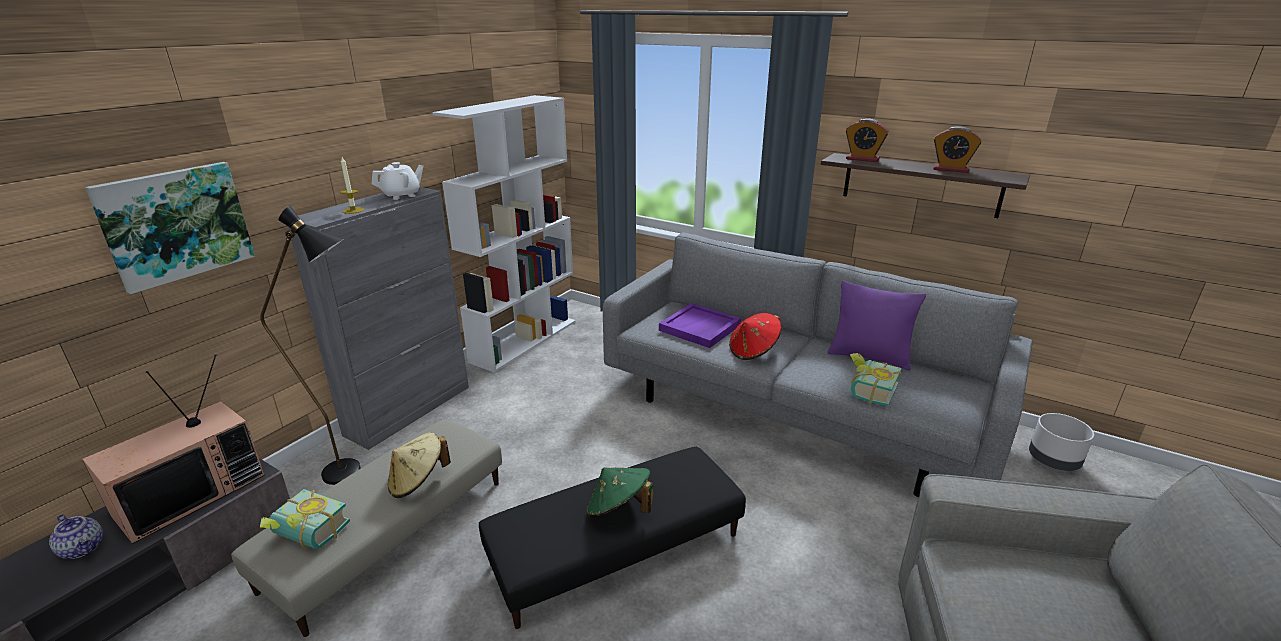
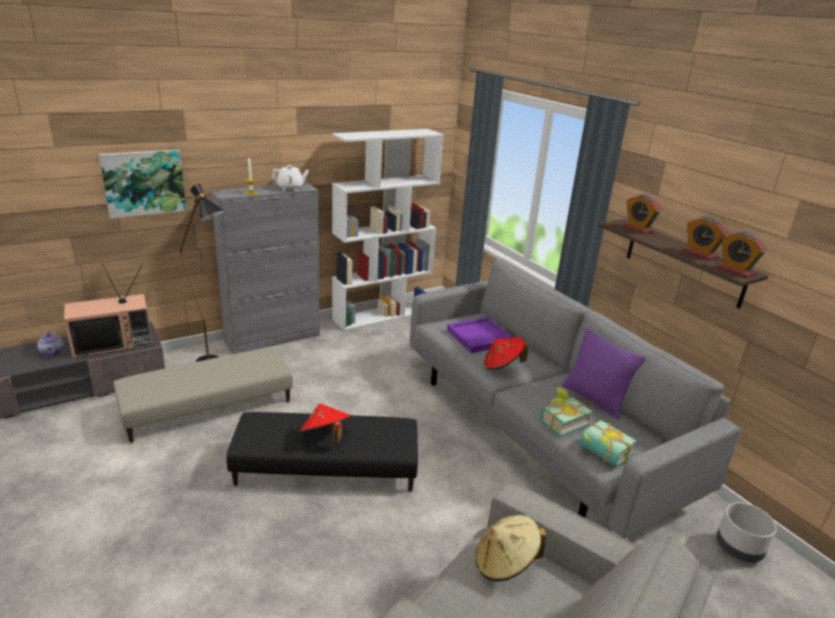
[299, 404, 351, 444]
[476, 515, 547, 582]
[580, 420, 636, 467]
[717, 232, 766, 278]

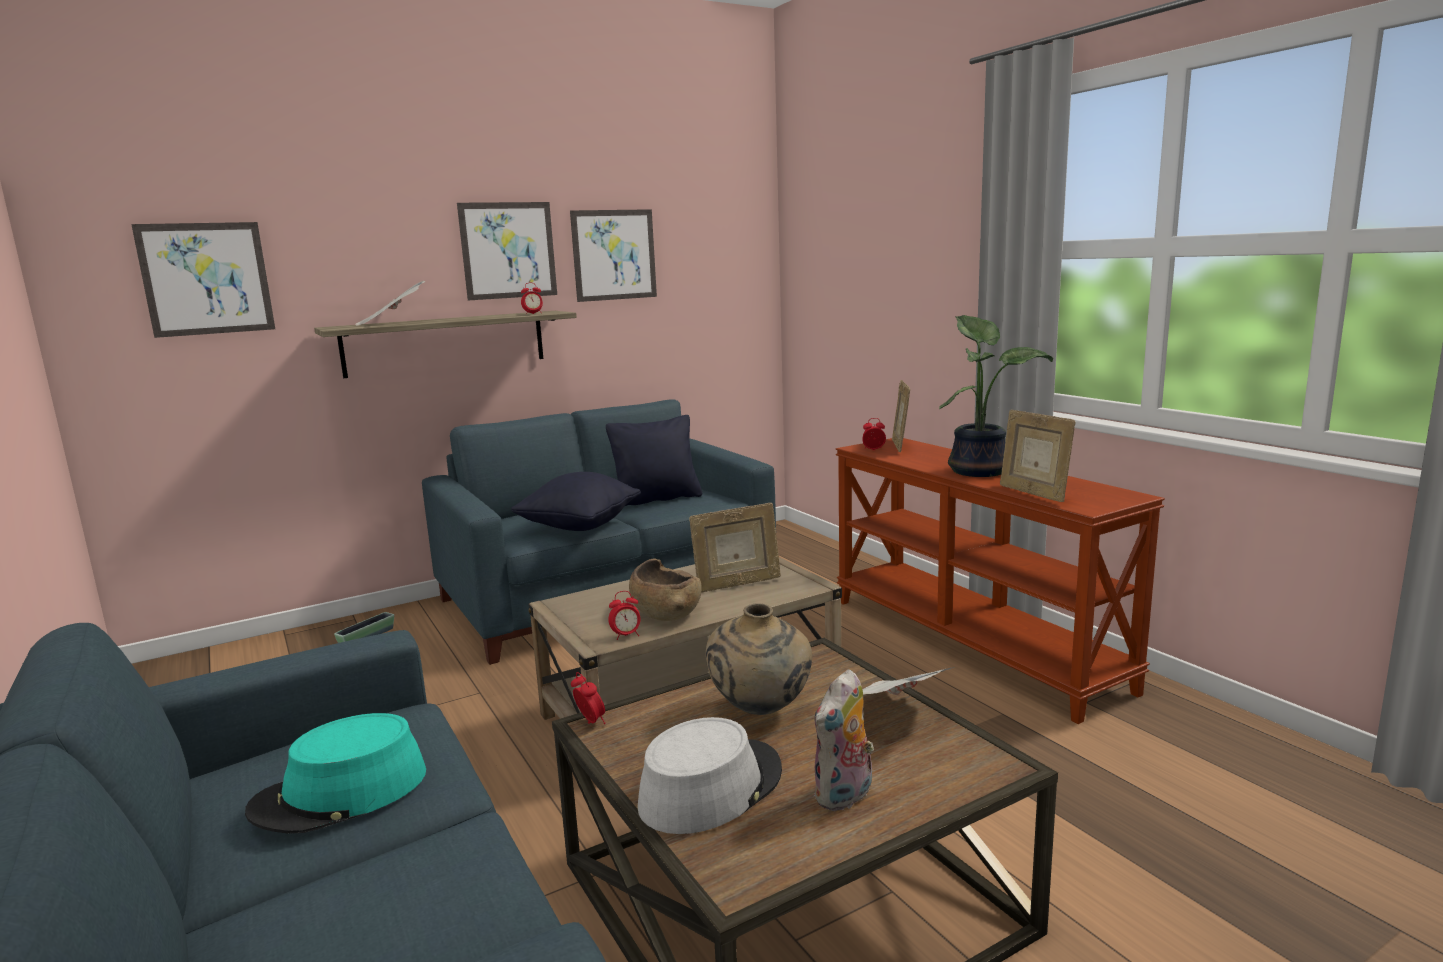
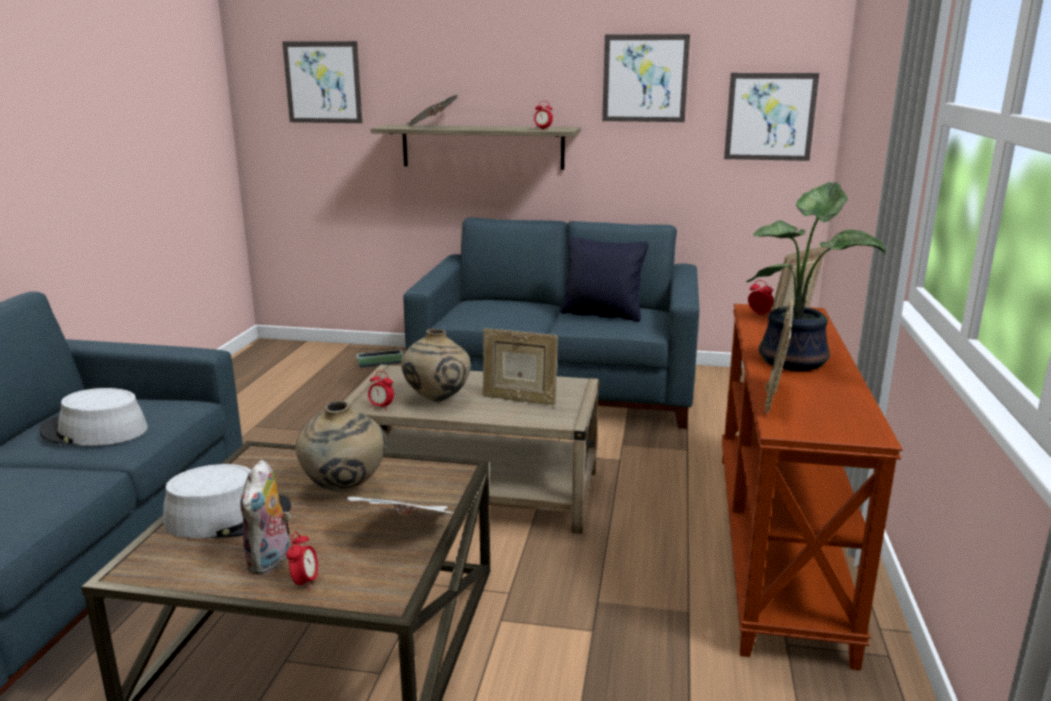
[39, 388, 148, 446]
[240, 460, 291, 574]
[286, 532, 318, 590]
[401, 329, 471, 402]
[724, 73, 819, 161]
[511, 472, 641, 531] (first image)

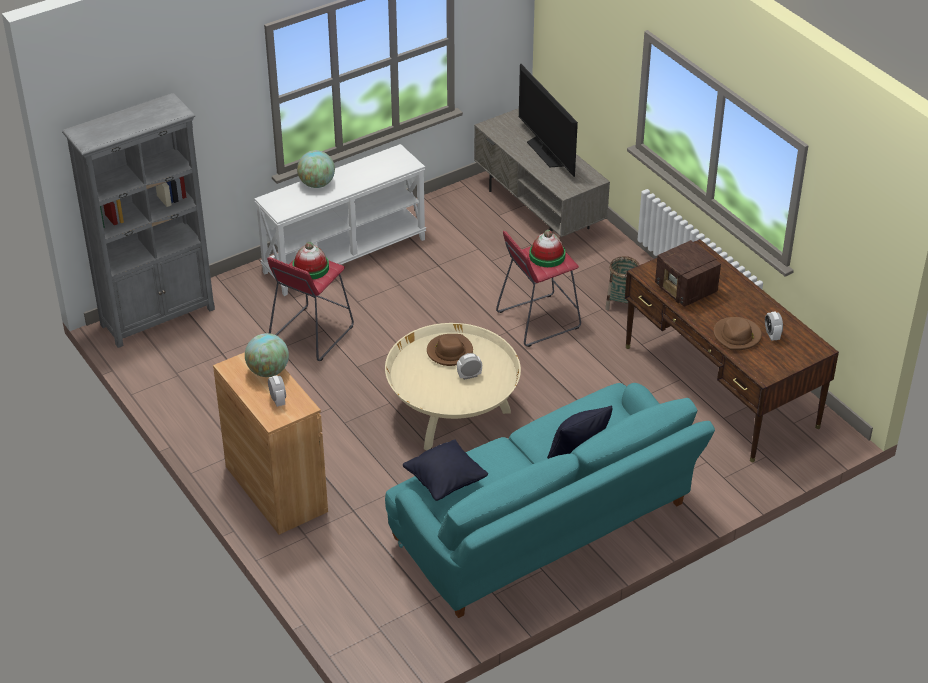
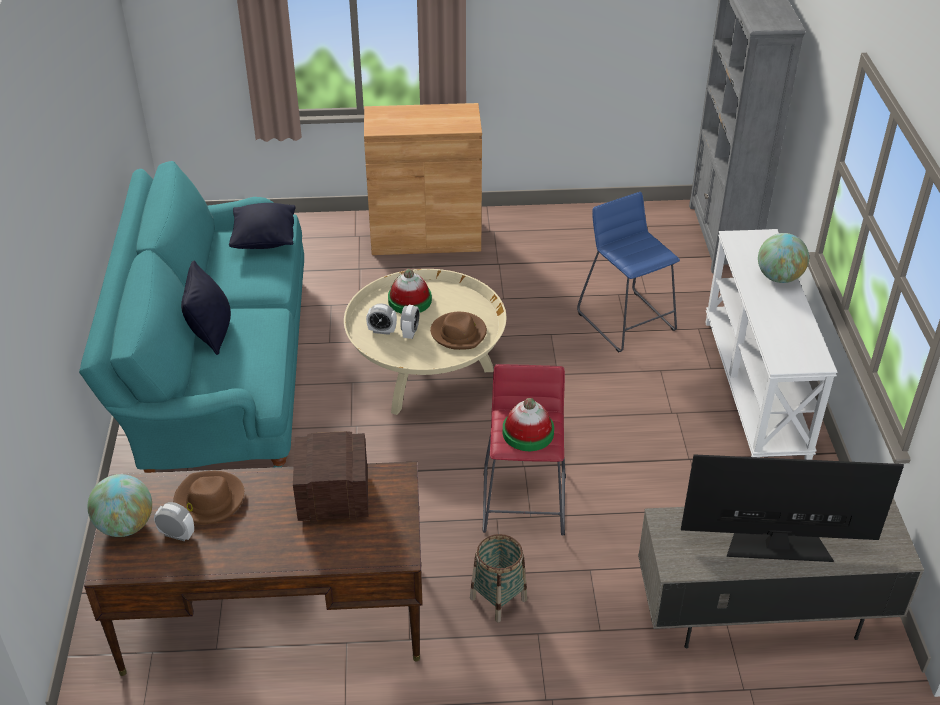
[88, 474, 152, 537]
[366, 303, 397, 335]
[388, 269, 432, 314]
[577, 192, 680, 352]

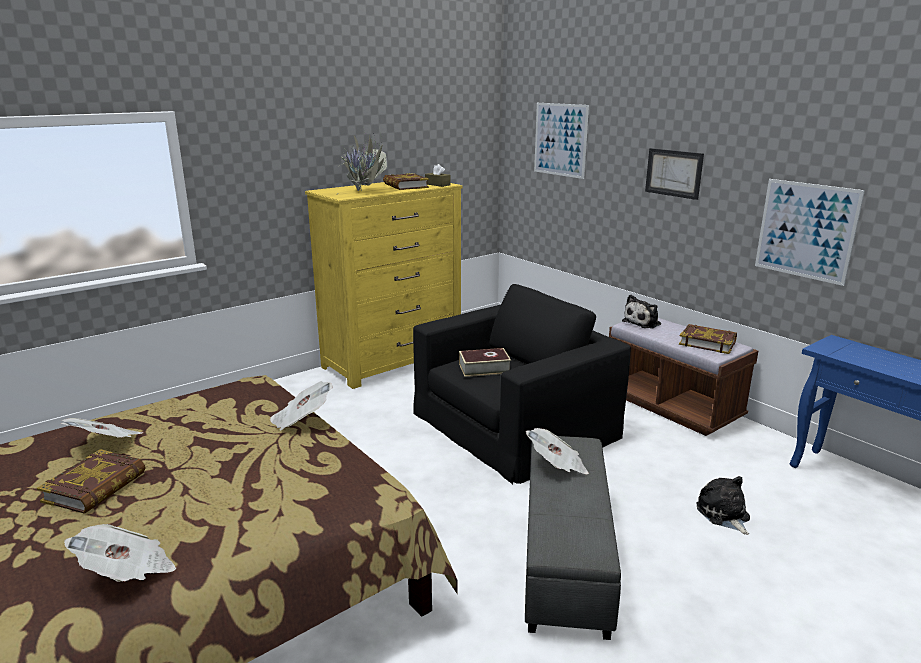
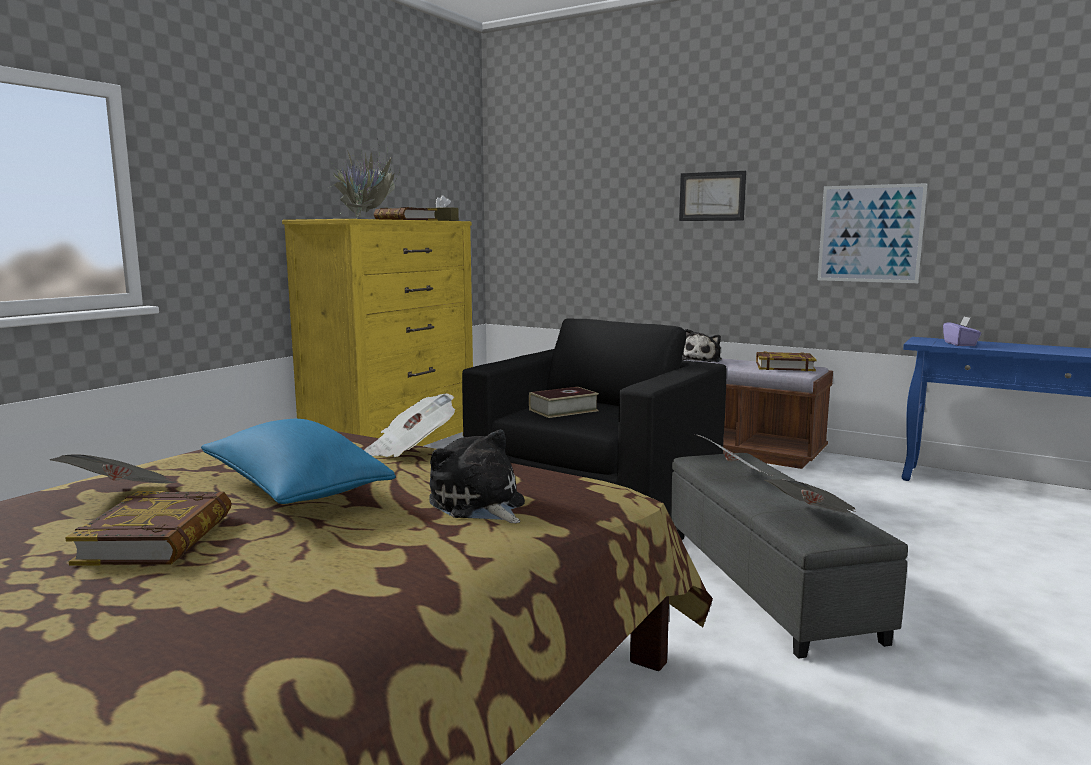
[201, 419, 396, 504]
[429, 429, 525, 523]
[765, 480, 855, 512]
[943, 316, 981, 346]
[534, 103, 589, 179] (first image)

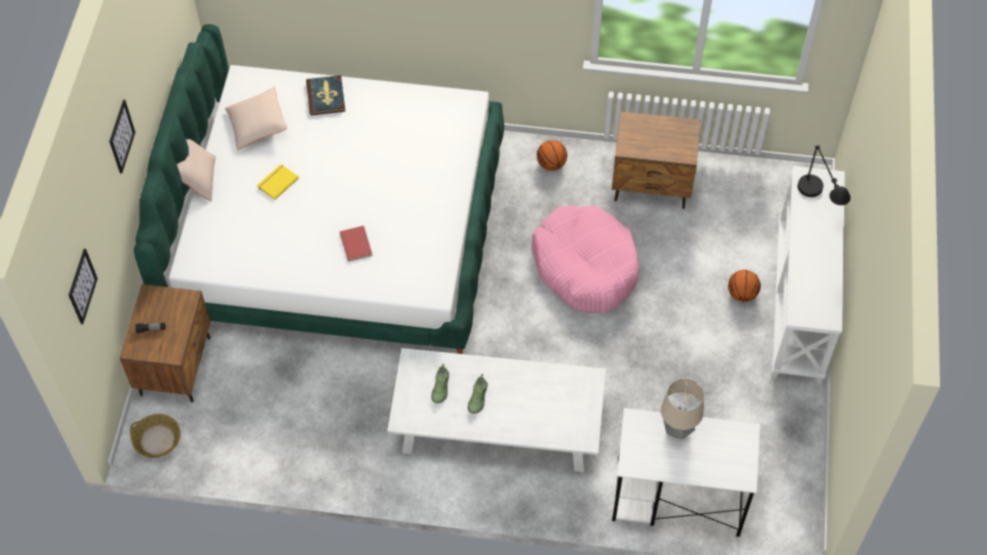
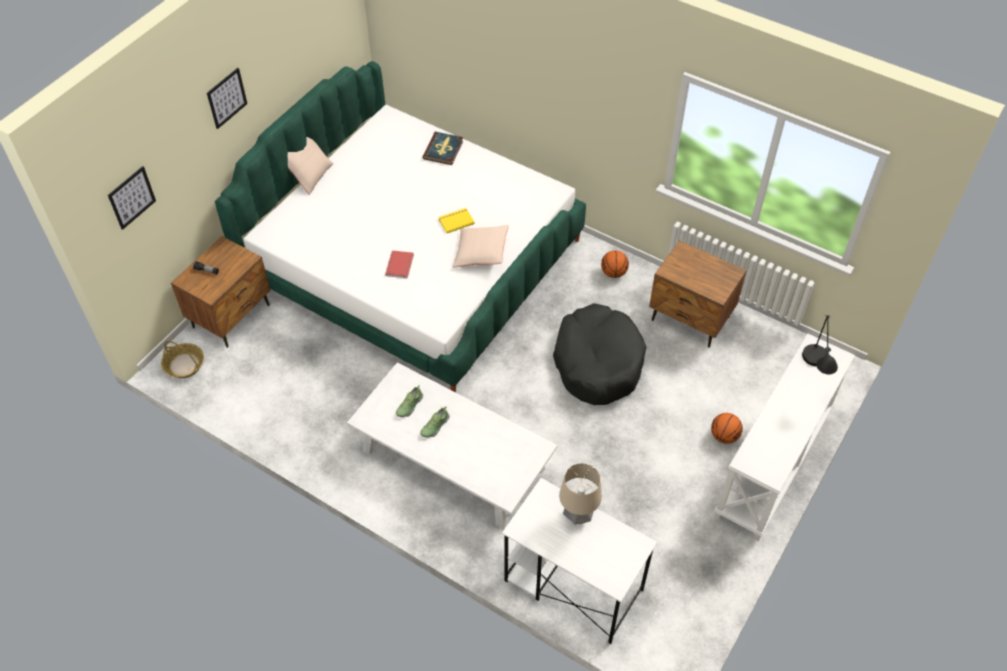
[438, 208, 475, 233]
[453, 225, 509, 267]
[553, 303, 646, 405]

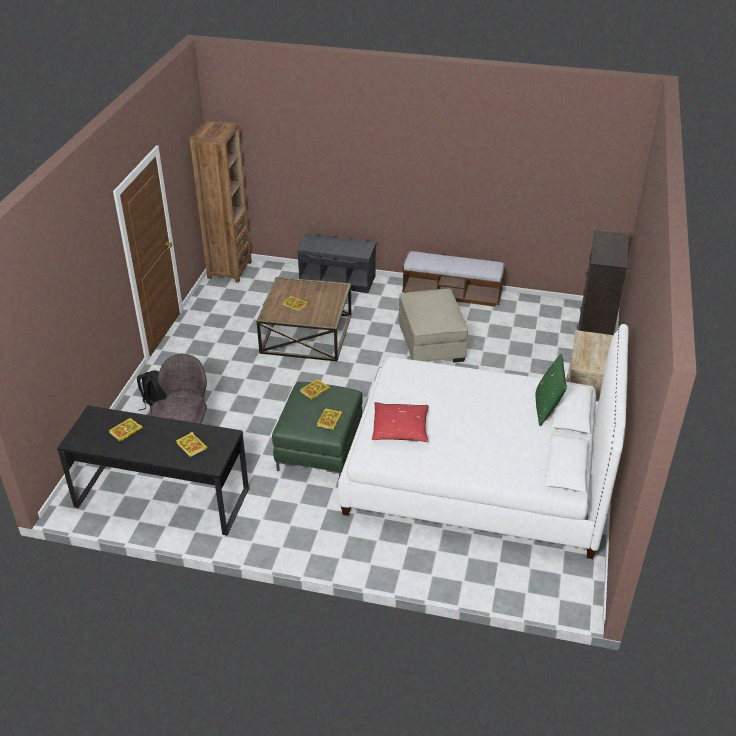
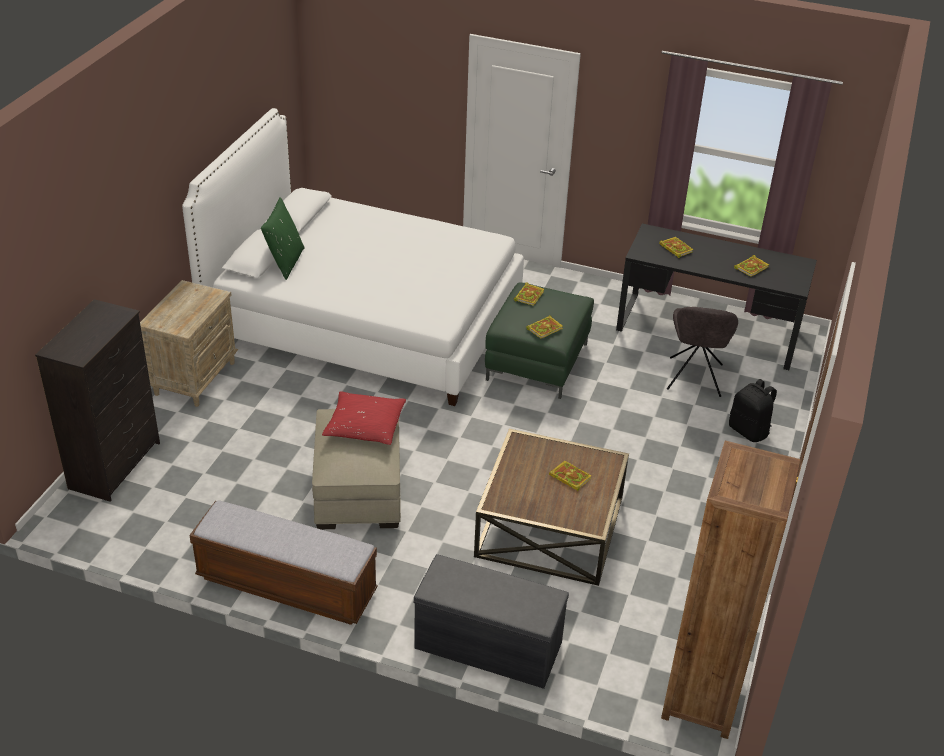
[322, 391, 406, 445]

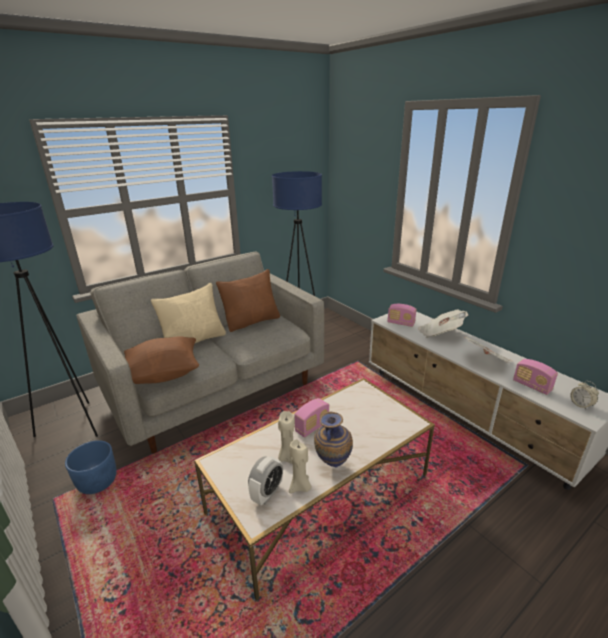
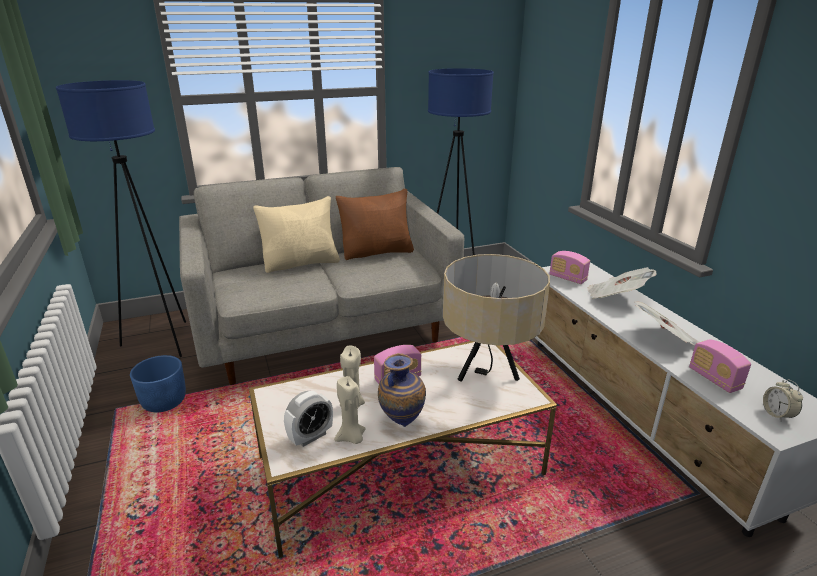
[443, 254, 550, 382]
[124, 337, 199, 384] (first image)

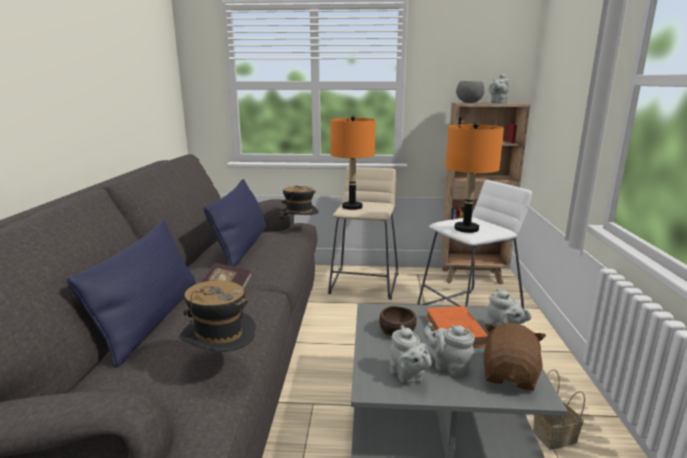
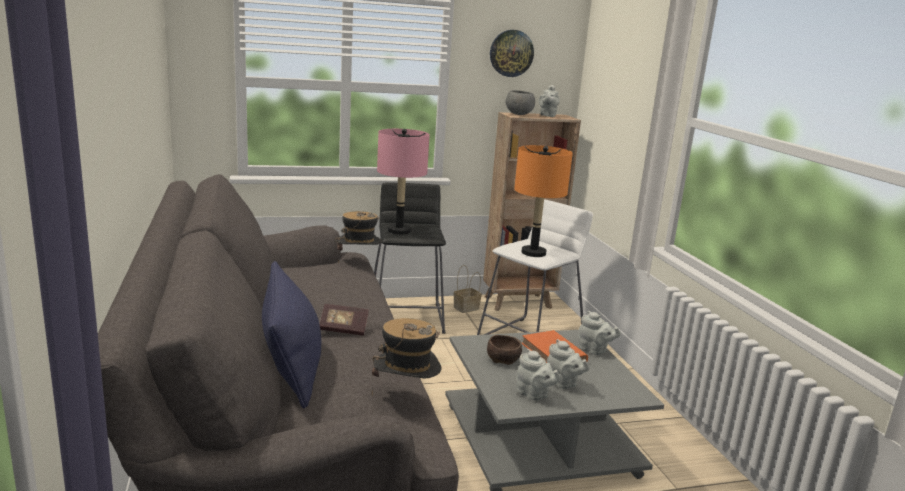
[374, 183, 446, 334]
[377, 129, 430, 234]
[454, 265, 482, 313]
[490, 30, 534, 77]
[547, 339, 590, 389]
[203, 179, 266, 267] (first image)
[484, 323, 546, 390] (first image)

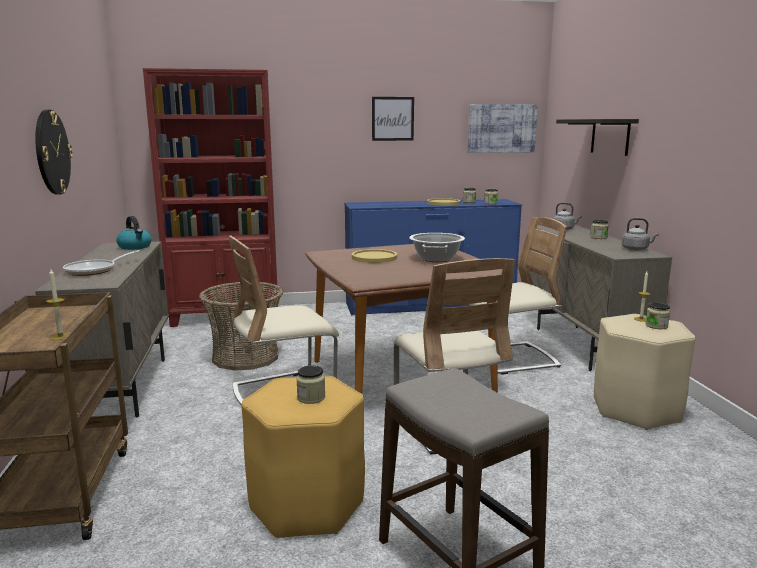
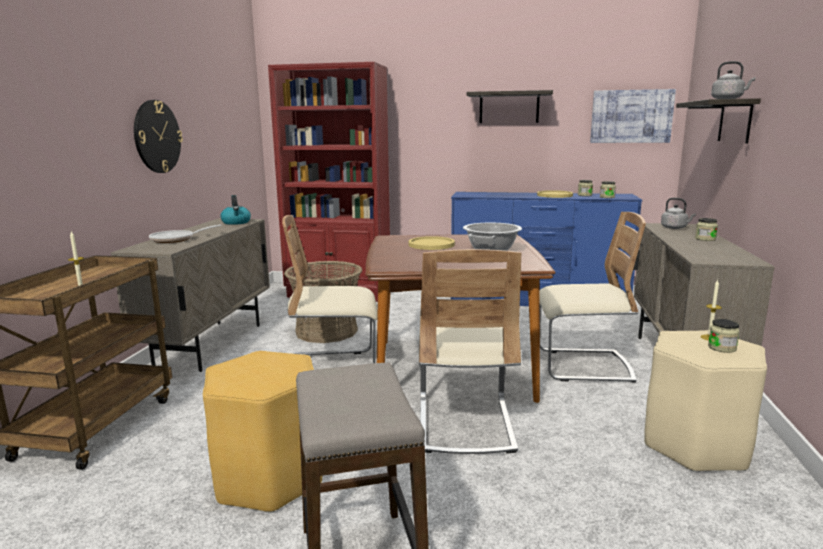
[467, 90, 553, 123]
[711, 61, 756, 99]
[296, 365, 325, 404] (first image)

